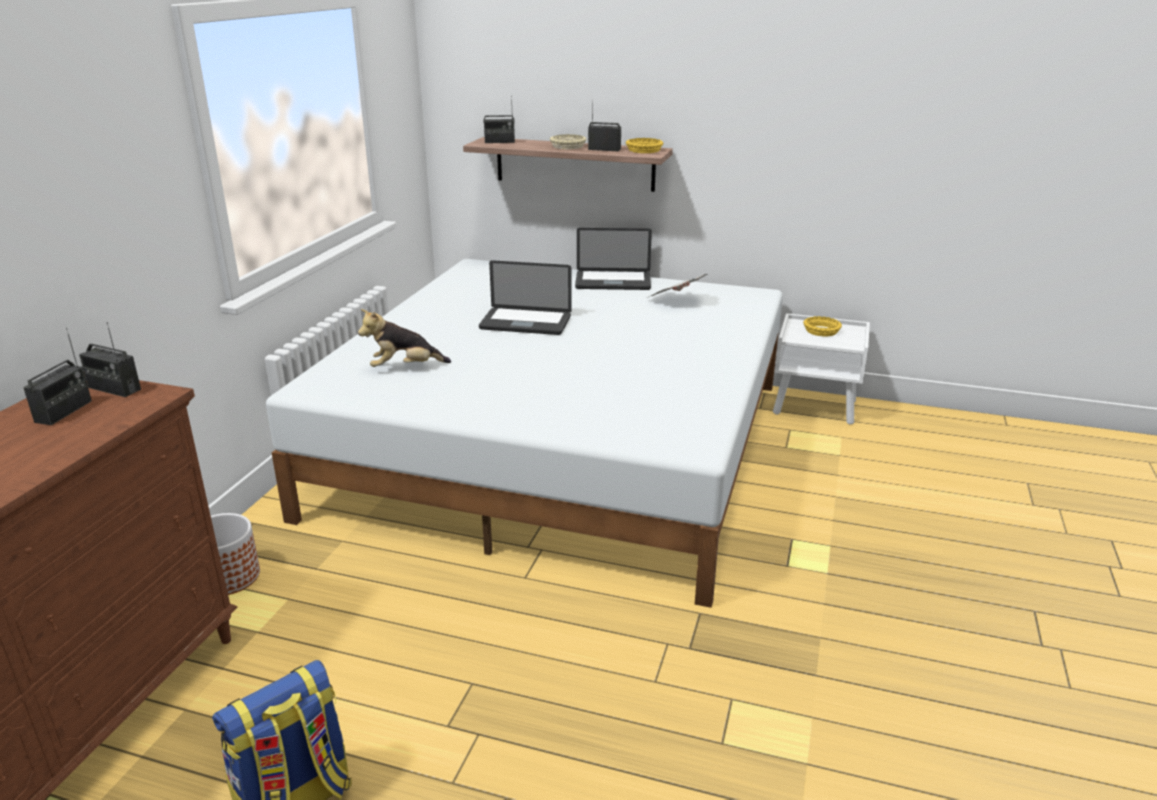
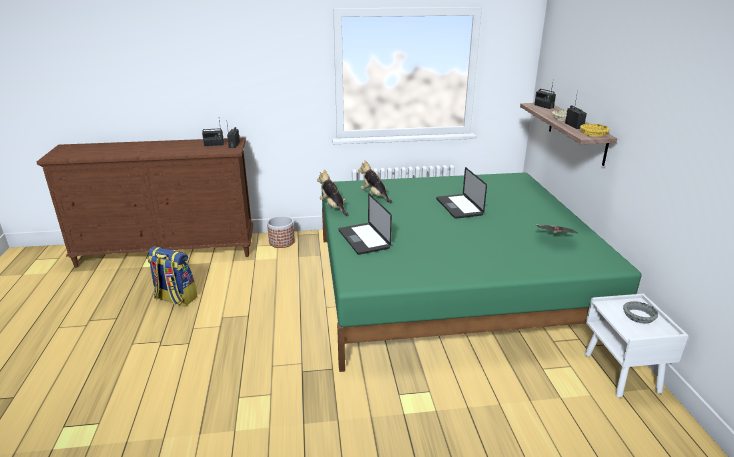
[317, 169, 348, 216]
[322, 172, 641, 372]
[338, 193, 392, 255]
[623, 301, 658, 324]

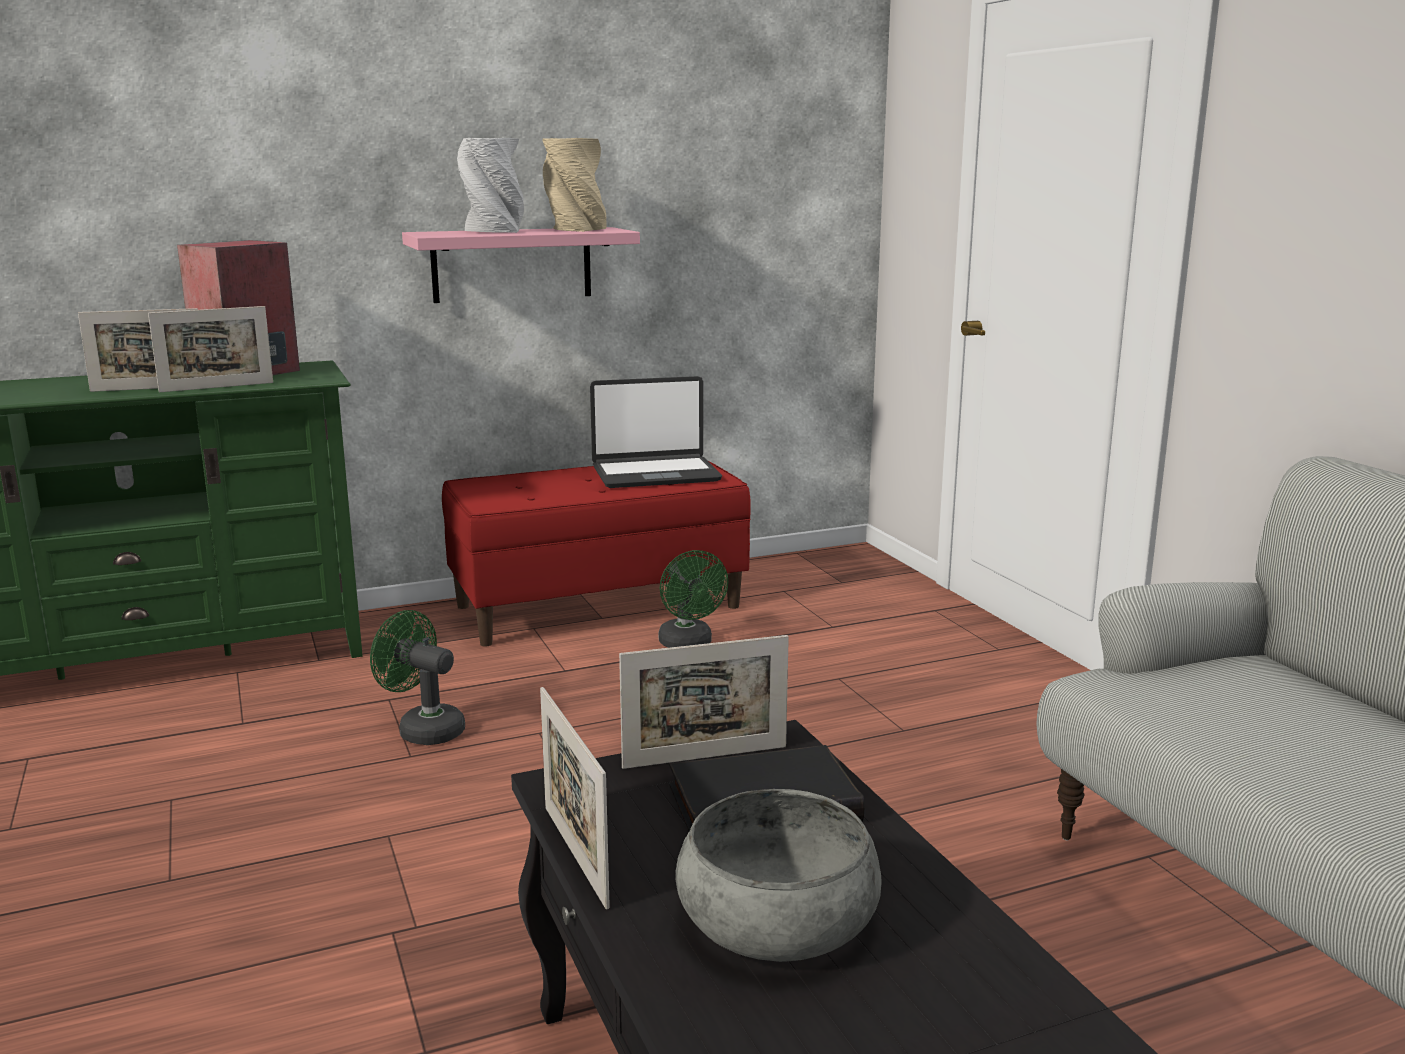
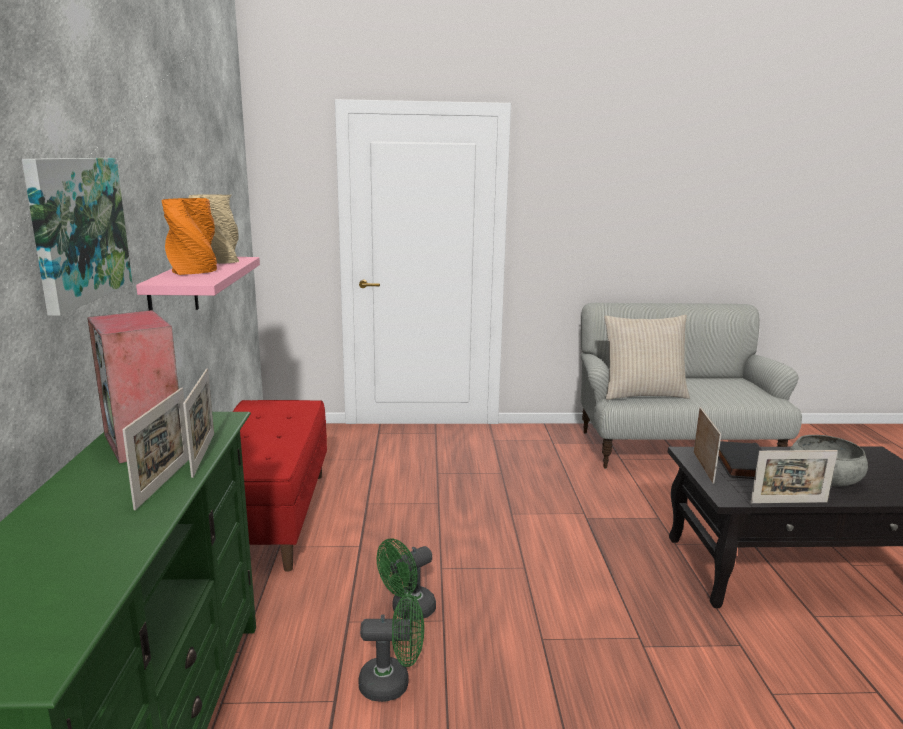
[22, 158, 132, 316]
[162, 198, 217, 275]
[359, 594, 424, 702]
[604, 315, 690, 400]
[590, 376, 722, 488] (first image)

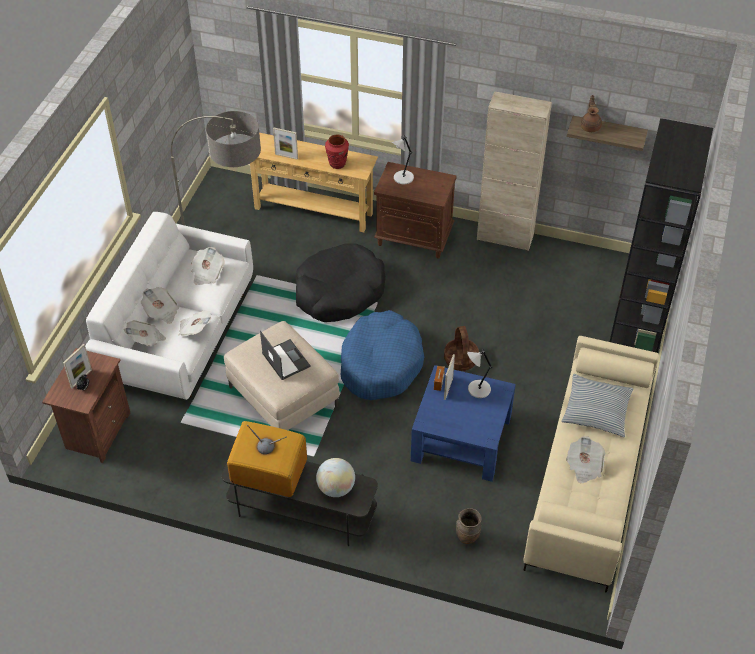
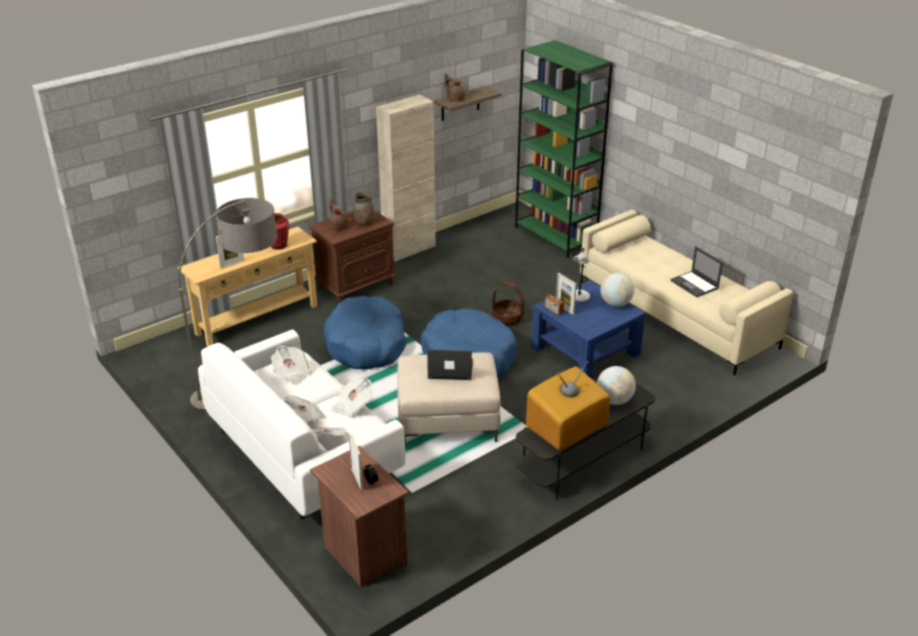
[324, 296, 406, 369]
[328, 198, 348, 230]
[353, 191, 374, 226]
[515, 40, 613, 258]
[600, 273, 635, 307]
[670, 246, 723, 297]
[561, 374, 633, 437] (first image)

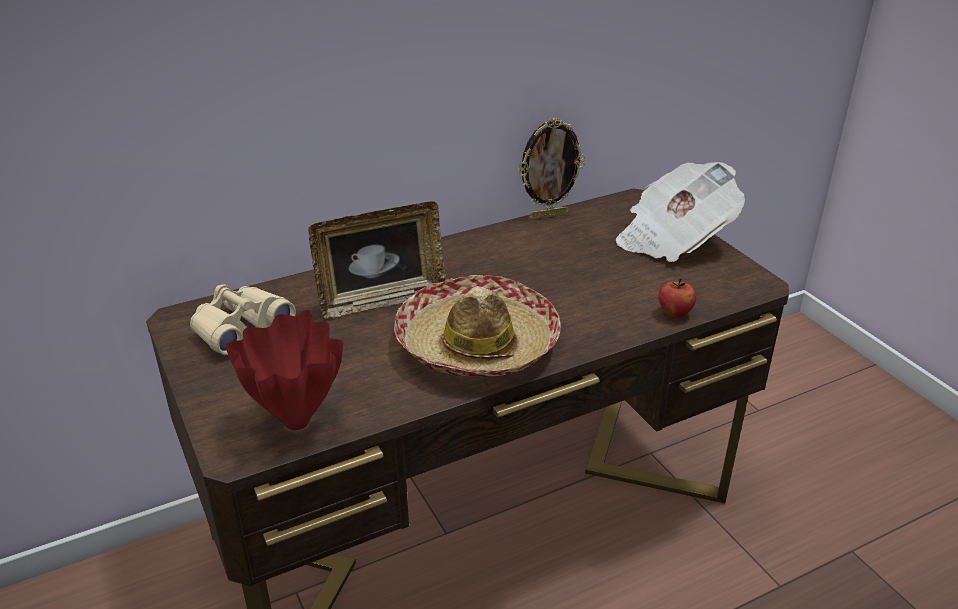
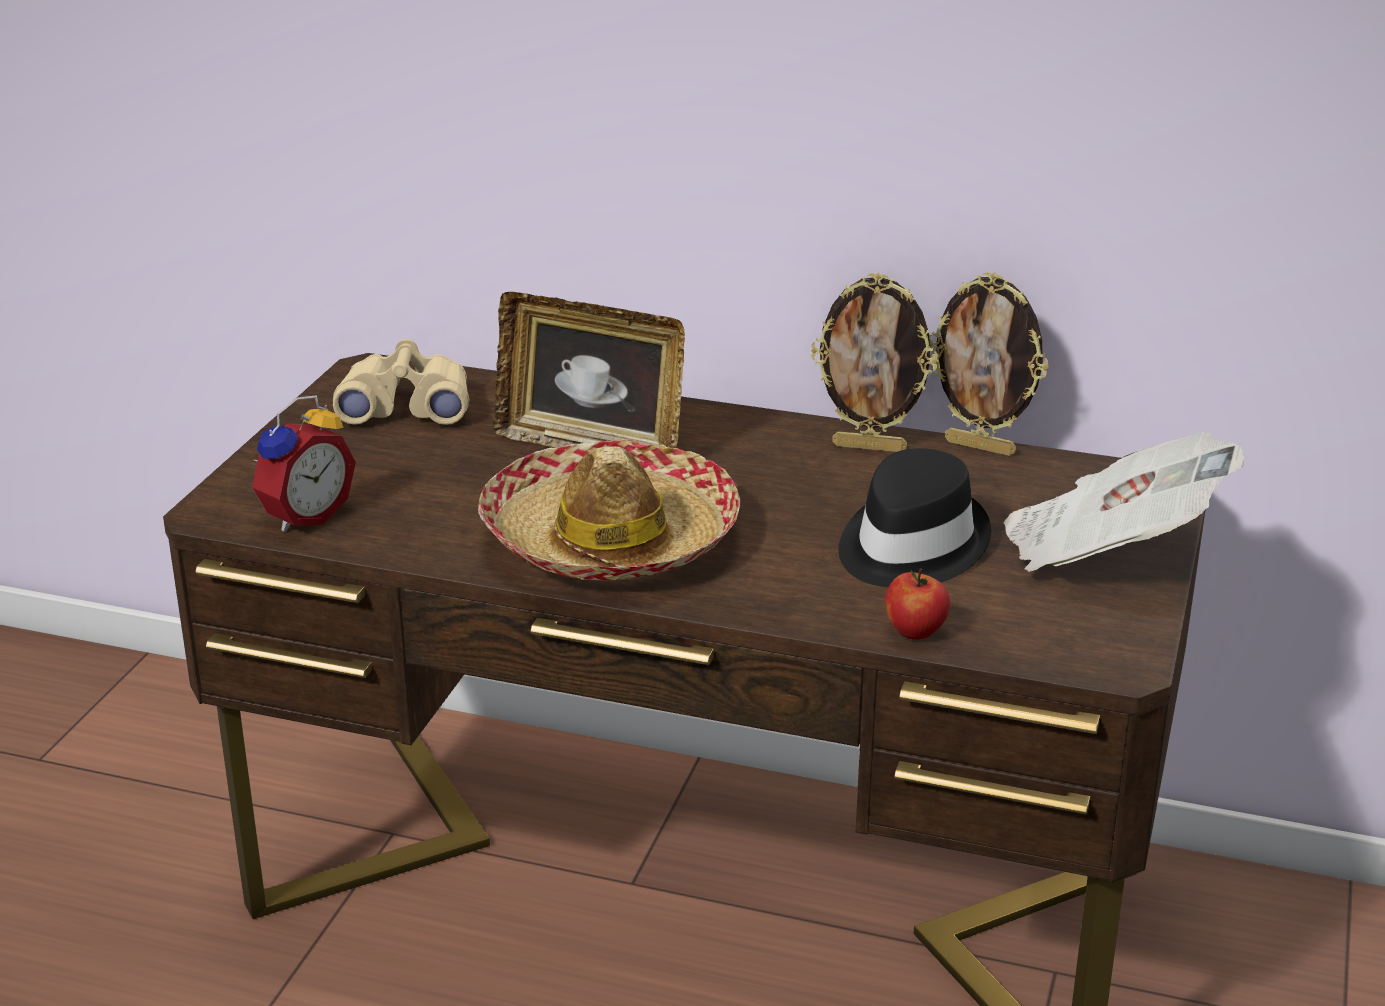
[252, 395, 356, 532]
[811, 272, 938, 452]
[838, 448, 991, 587]

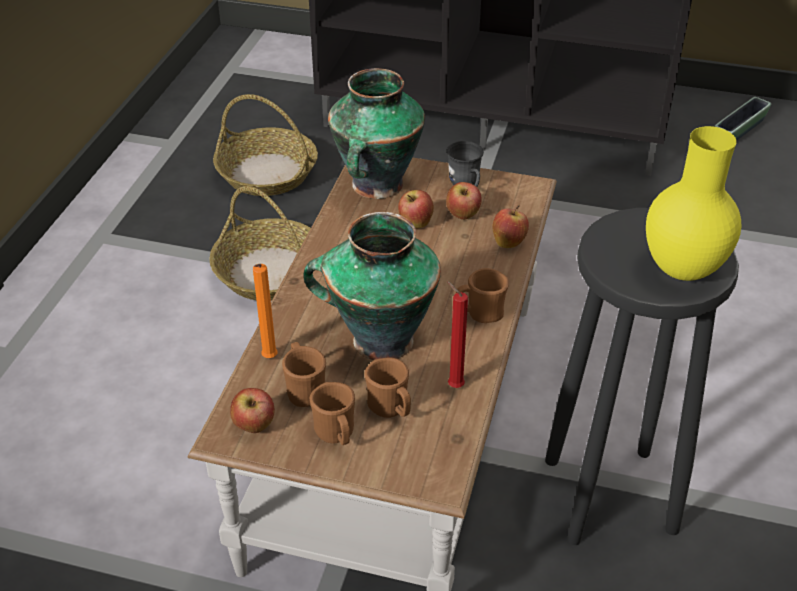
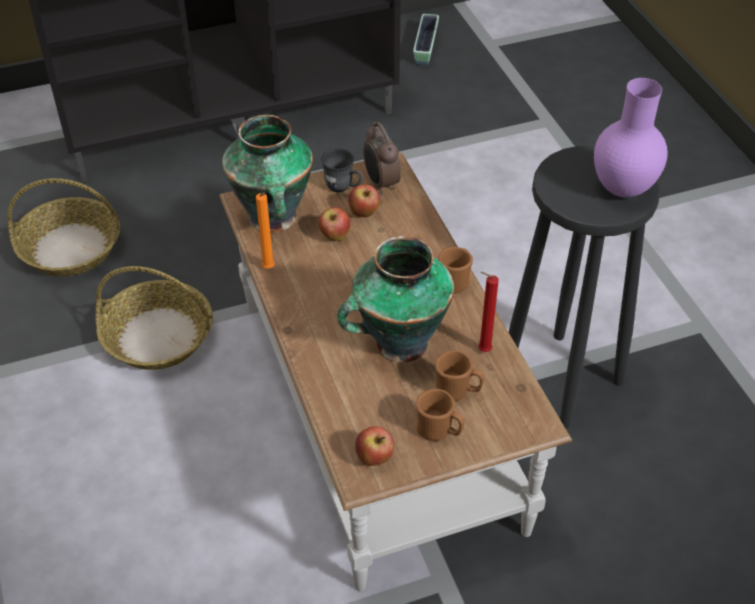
[256, 193, 275, 269]
[363, 122, 401, 194]
[594, 78, 668, 198]
[282, 342, 326, 407] (first image)
[492, 205, 529, 248] (first image)

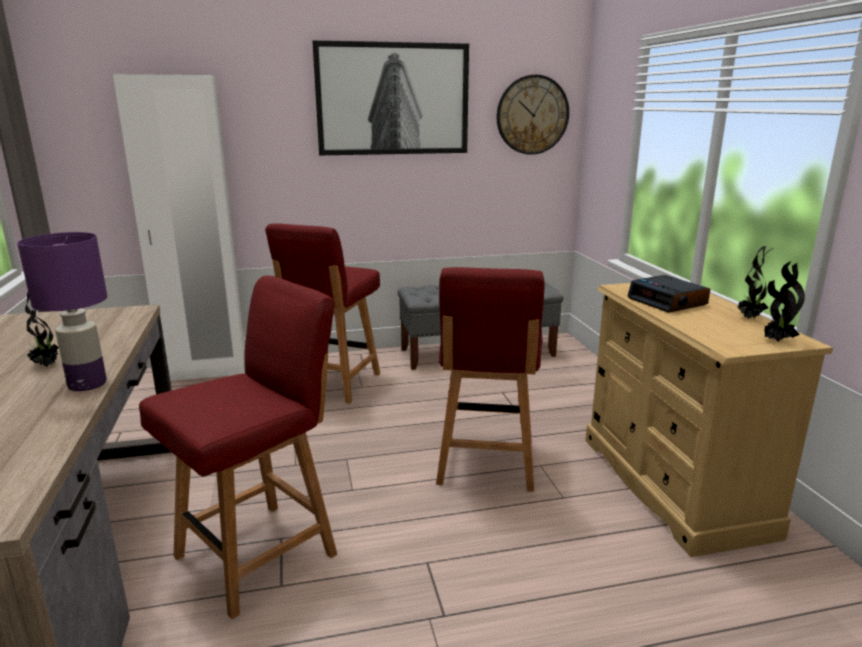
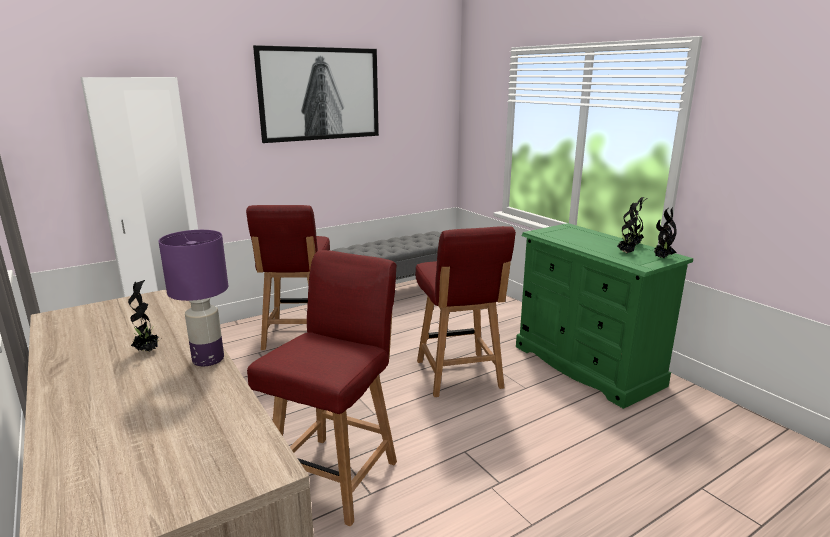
[516, 223, 693, 409]
[617, 202, 639, 253]
[497, 75, 569, 155] (first image)
[627, 275, 710, 313] (first image)

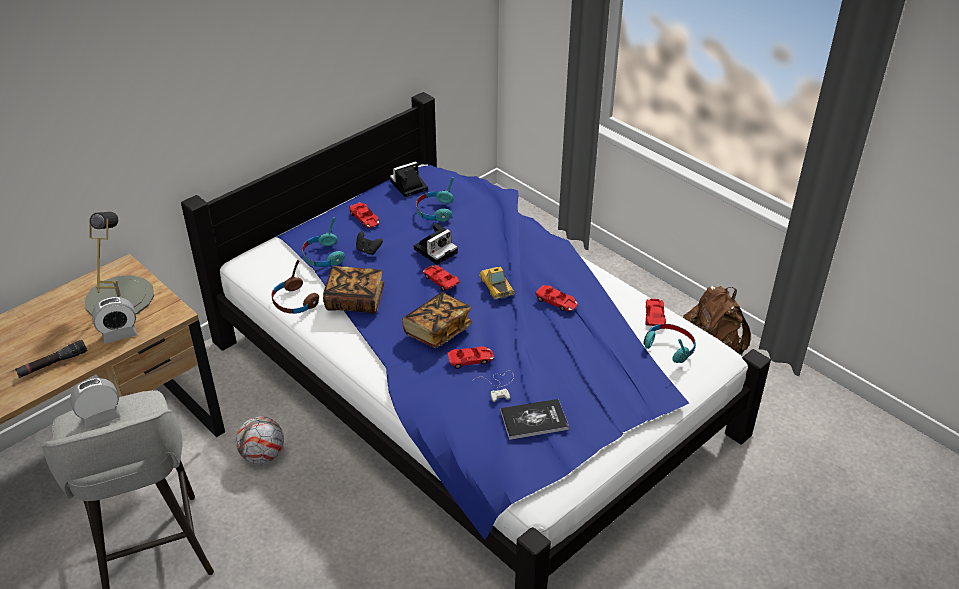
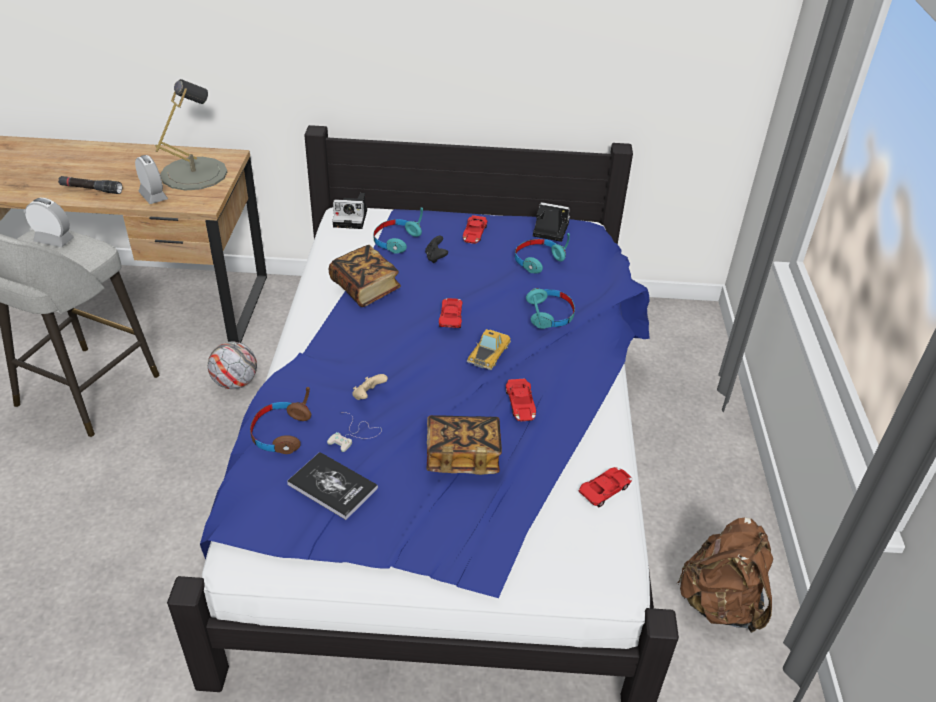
[135, 155, 168, 204]
[250, 387, 312, 454]
[332, 193, 367, 229]
[352, 374, 388, 400]
[427, 415, 502, 475]
[526, 288, 575, 329]

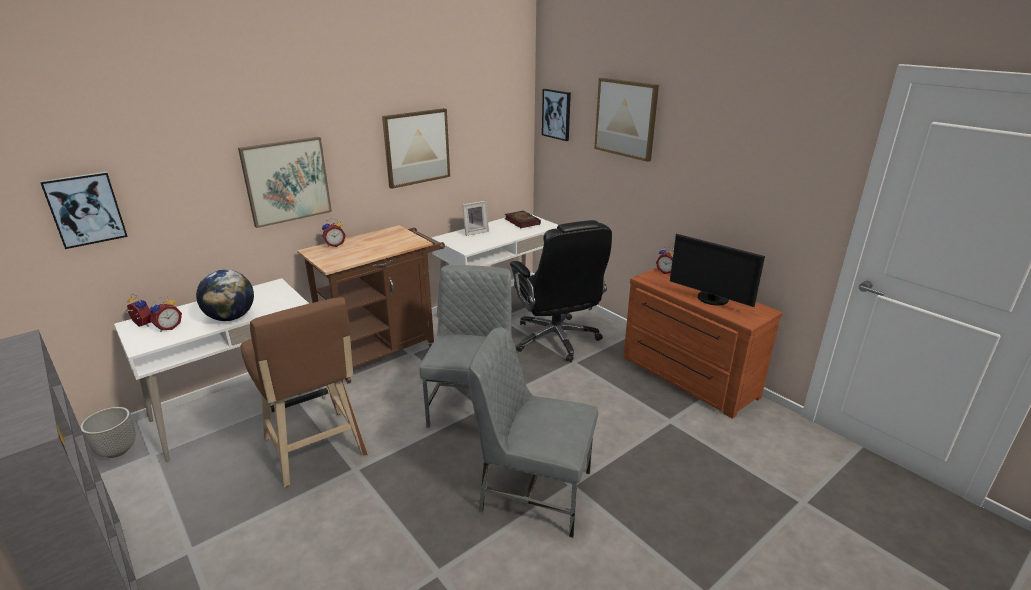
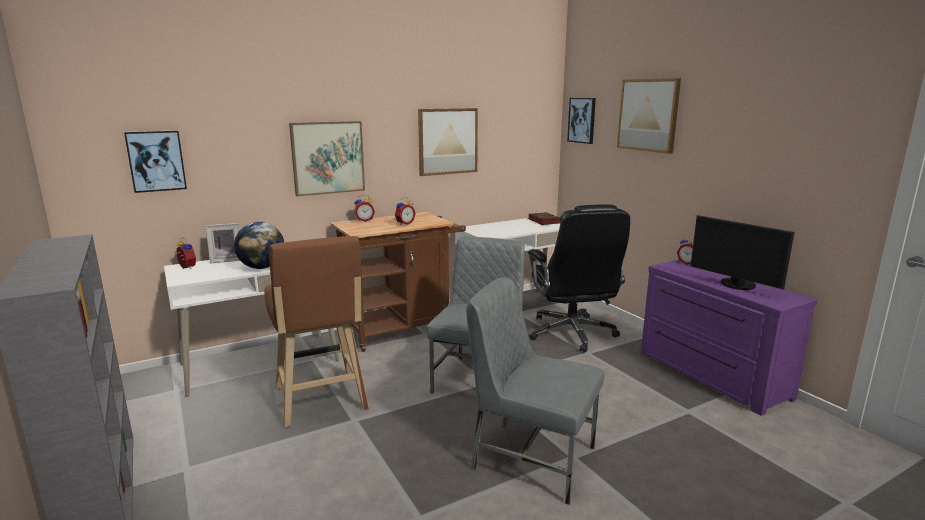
[205, 223, 240, 263]
[395, 197, 416, 225]
[641, 260, 817, 416]
[80, 407, 136, 458] (first image)

